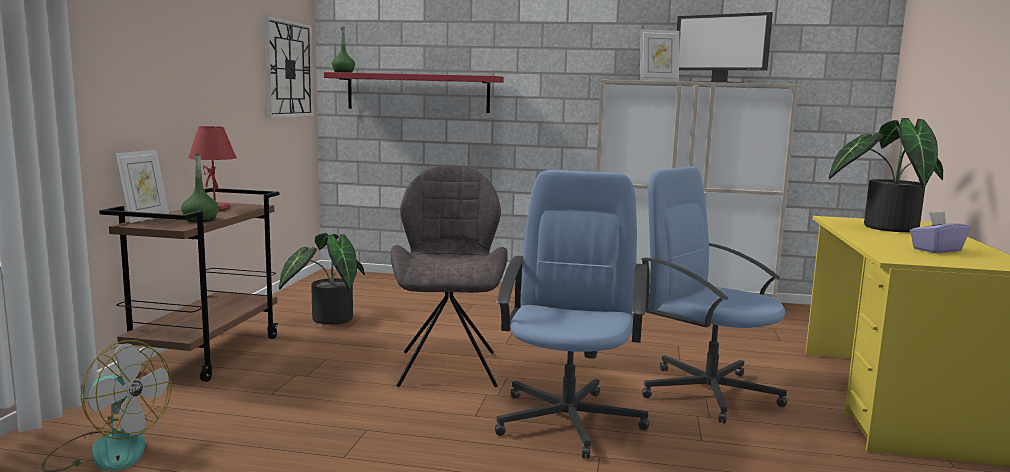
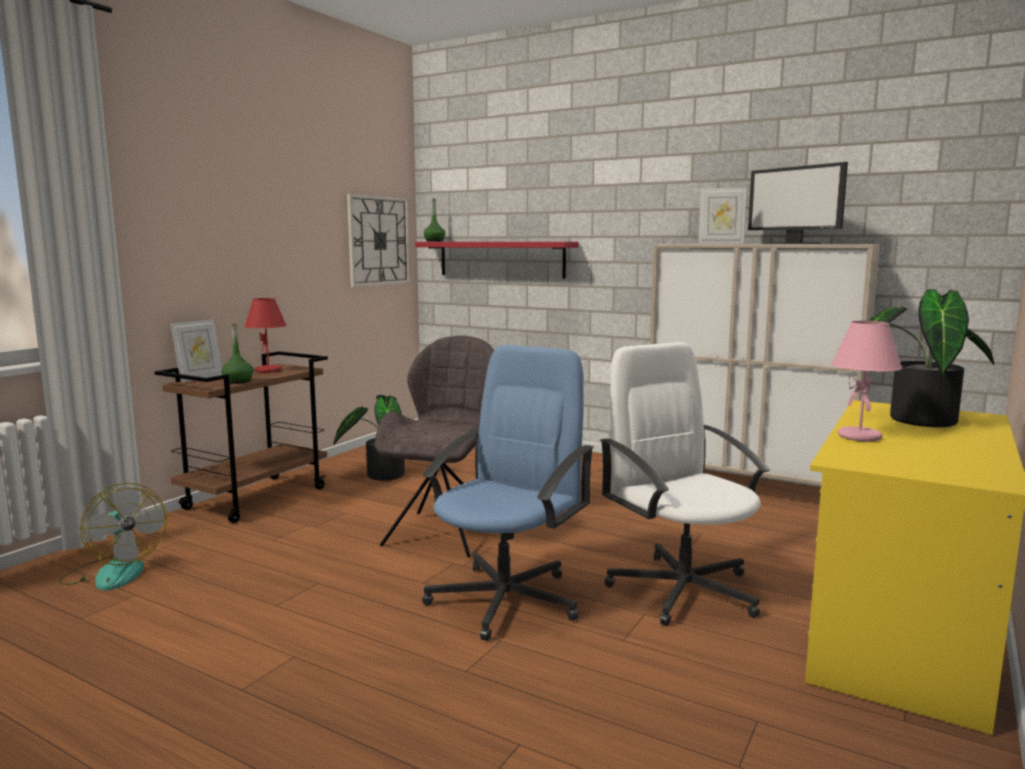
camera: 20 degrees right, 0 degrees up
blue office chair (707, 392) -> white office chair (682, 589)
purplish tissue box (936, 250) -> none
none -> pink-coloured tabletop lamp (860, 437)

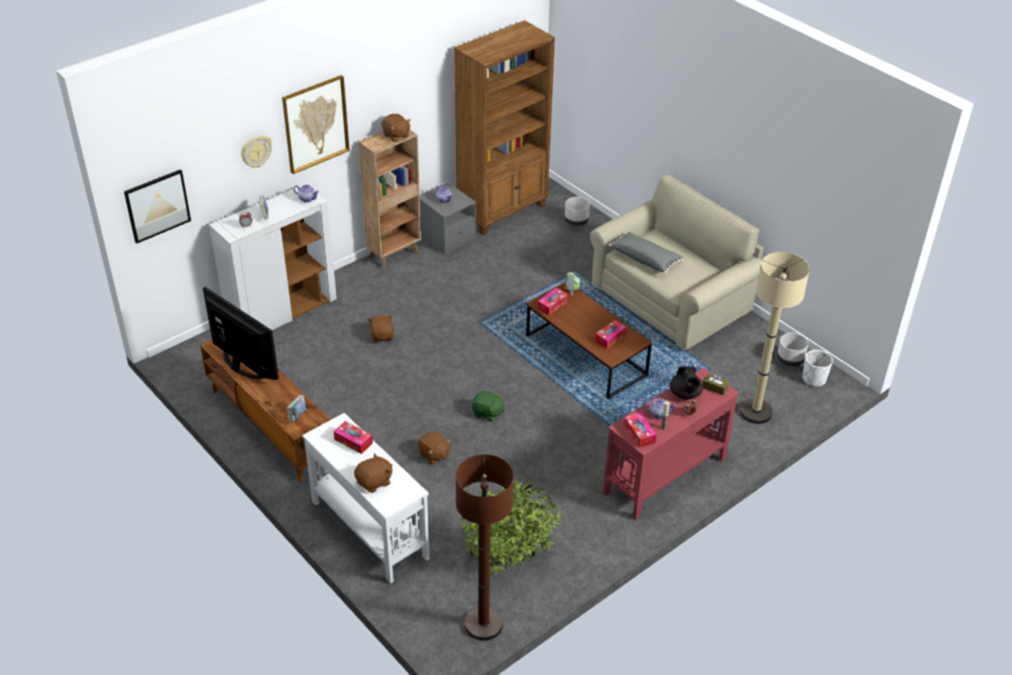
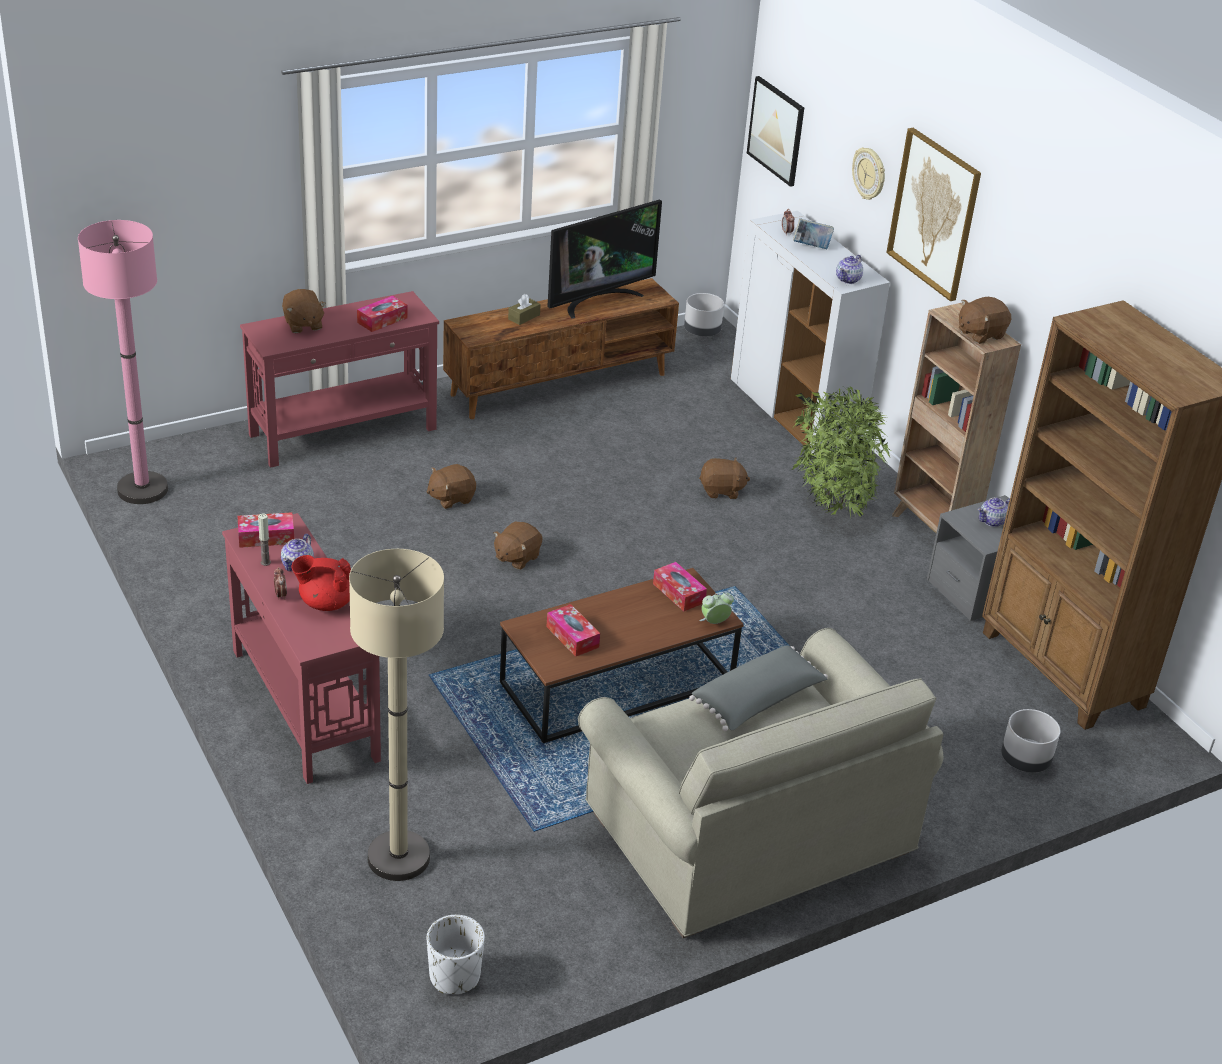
camera: 100 degrees right, 5 degrees down
volume (297, 416) -> none
white console table (369, 529) -> reddish console table (344, 432)
brownish standing lamp (483, 624) -> pink-coloured standing lamp (142, 489)
potted plant (508, 560) -> potted plant (832, 505), move
green soft toy (487, 413) -> brownish soft toy (516, 557)
black tea pot (685, 394) -> reddish tea pot (325, 603)
brownish tissue box (714, 388) -> brownish tissue box (524, 317), move
gray plant pot (790, 360) -> gray plant pot (702, 332), move

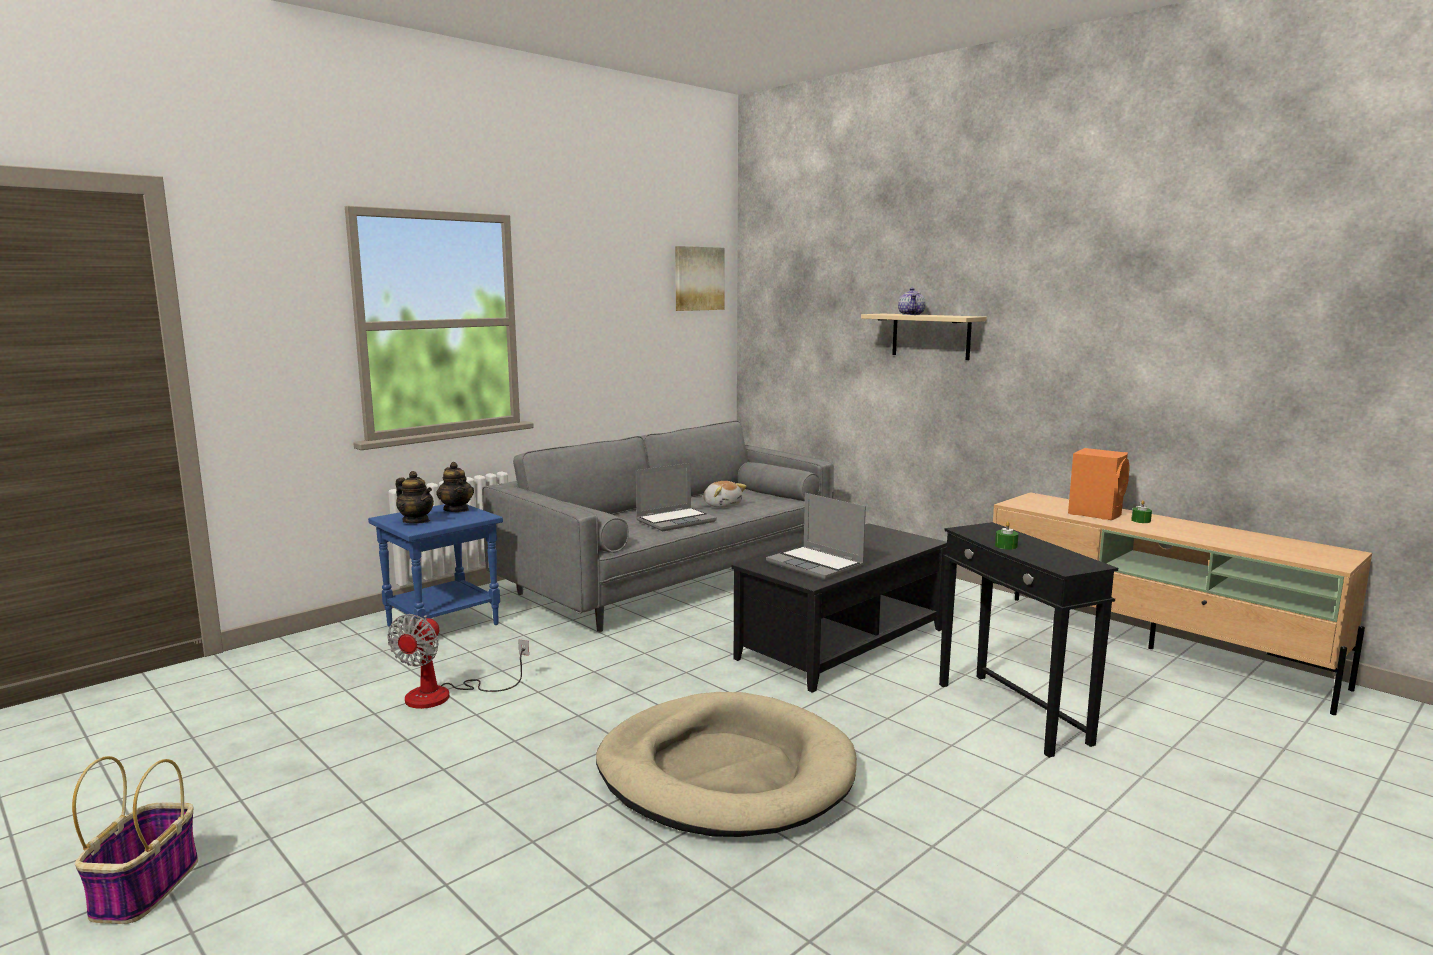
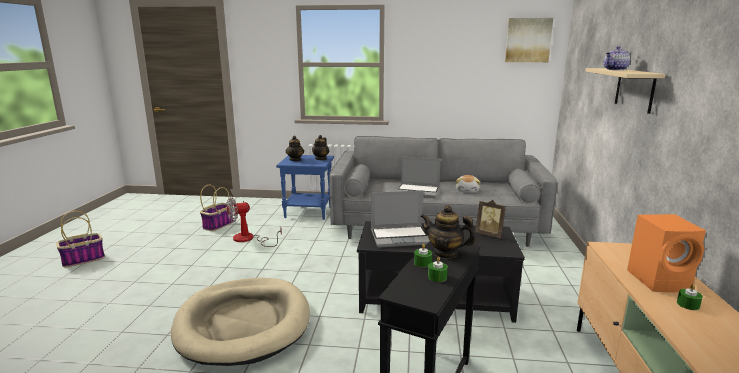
camera: 50 degrees right, 5 degrees up
notebook computer (816, 565) -> notebook computer (400, 237), 105 degrees counterclockwise
none -> household basket (218, 225)
none -> tea pot (445, 253)
none -> green wax light (437, 277)
none -> picture frame (490, 234)

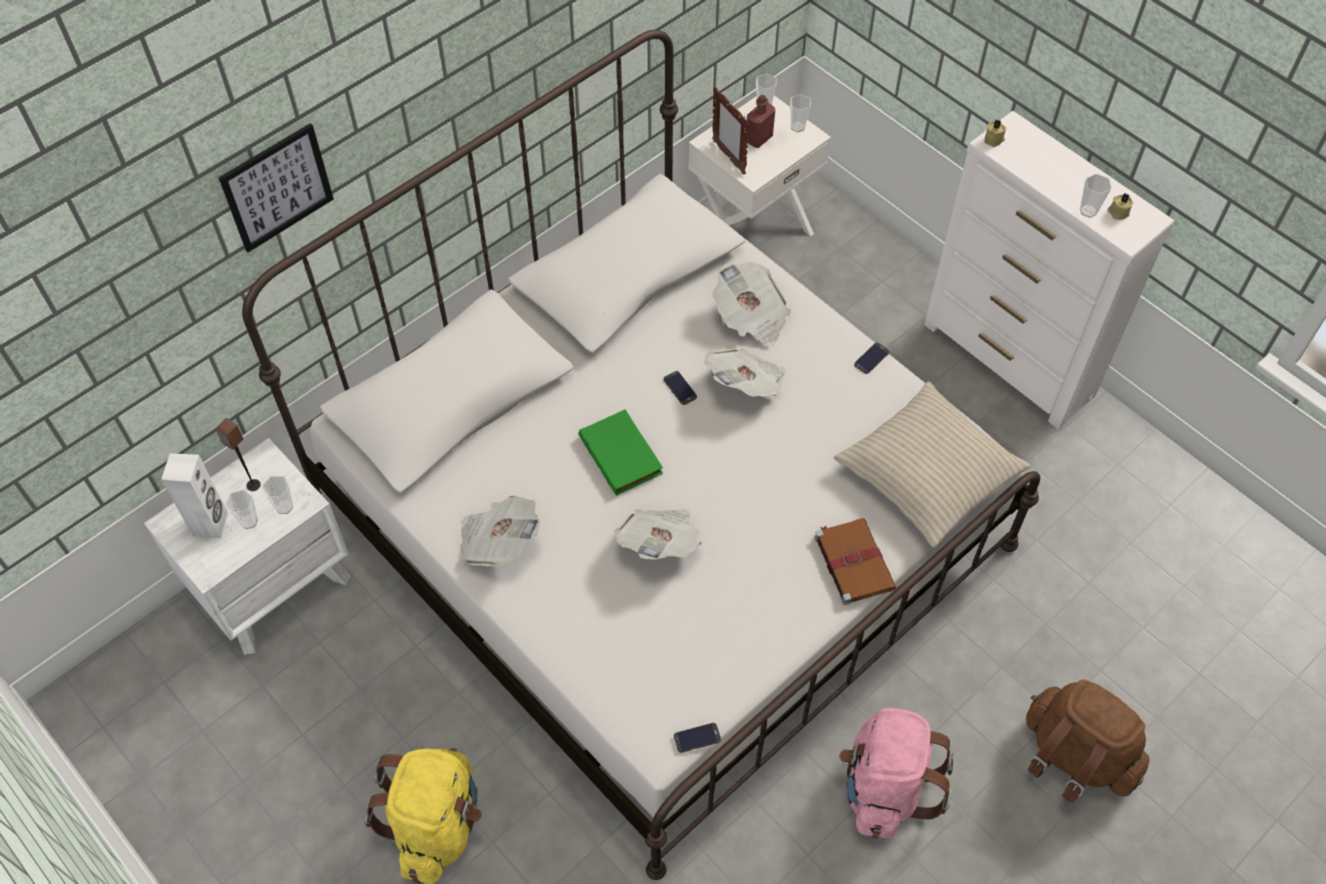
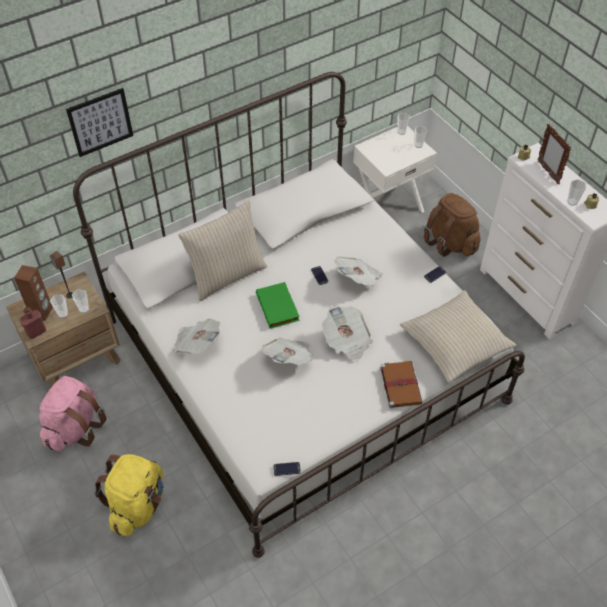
camera: 10 degrees right, 5 degrees down
white night table (273, 584) -> brownish night table (77, 358)
white audio speaker (211, 524) -> brownish audio speaker (42, 312)
picture frame (728, 157) -> picture frame (547, 172), move
daily paper (751, 317) -> daily paper (347, 341), move
reddish drink bottle (759, 139) -> reddish drink bottle (36, 332), move
pink-coloured rucksack (885, 787) -> pink-coloured rucksack (75, 427), move
brownish rucksack (1074, 756) -> brownish rucksack (450, 242), move
none -> beige throw pillow (226, 275)

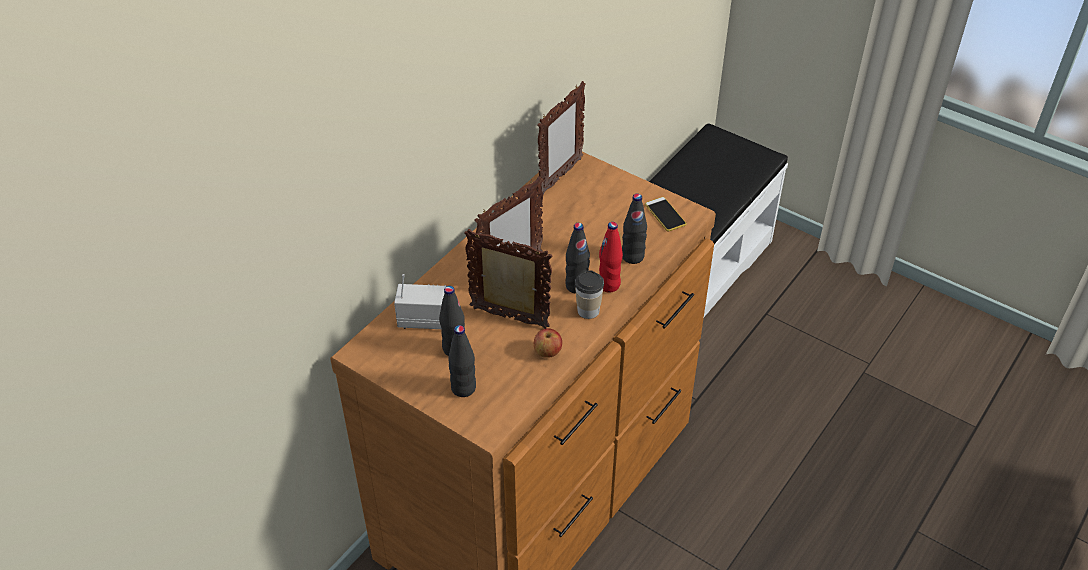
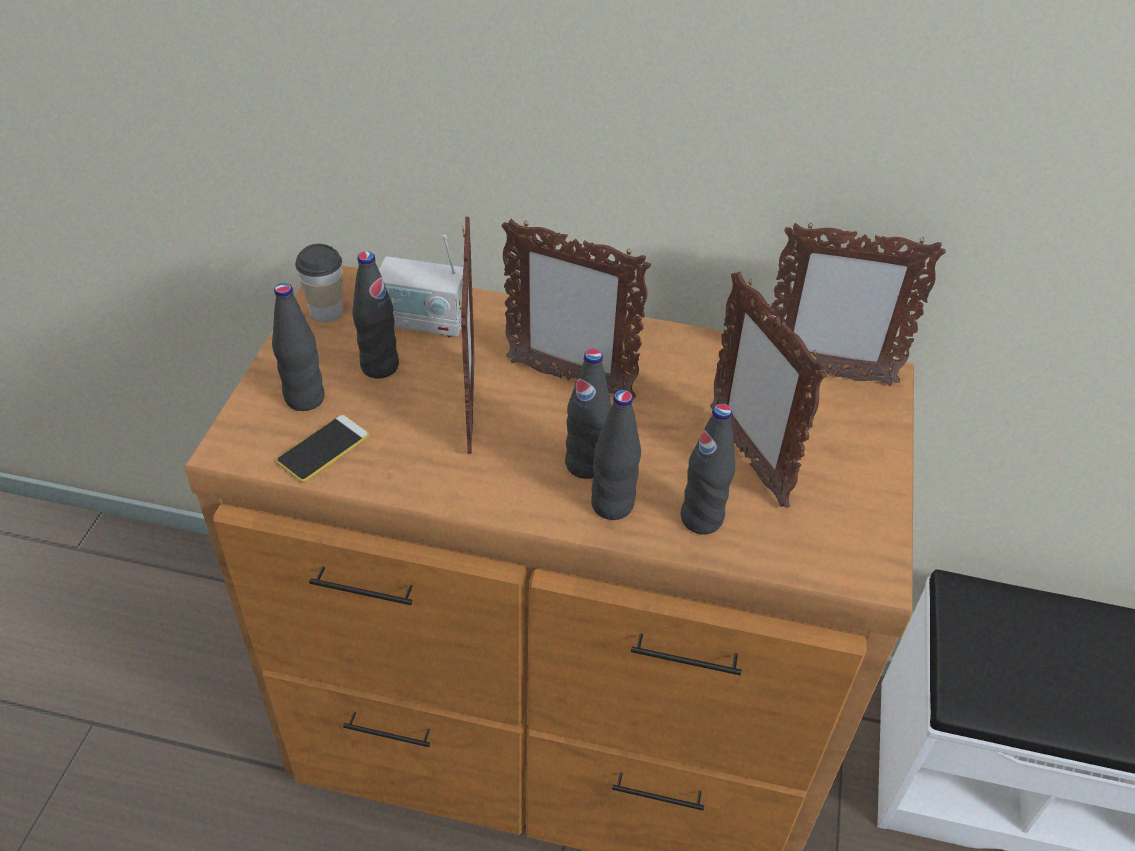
camera: 65 degrees right, 0 degrees up
radio (425, 320) -> radio (423, 322), 120 degrees clockwise
apple (547, 352) -> none
drinking cup (588, 311) -> drinking cup (326, 311), move
reddish drink bottle (609, 285) -> black drink bottle (612, 505)
phone (665, 214) -> phone (323, 449), move
none -> picture frame (747, 458)

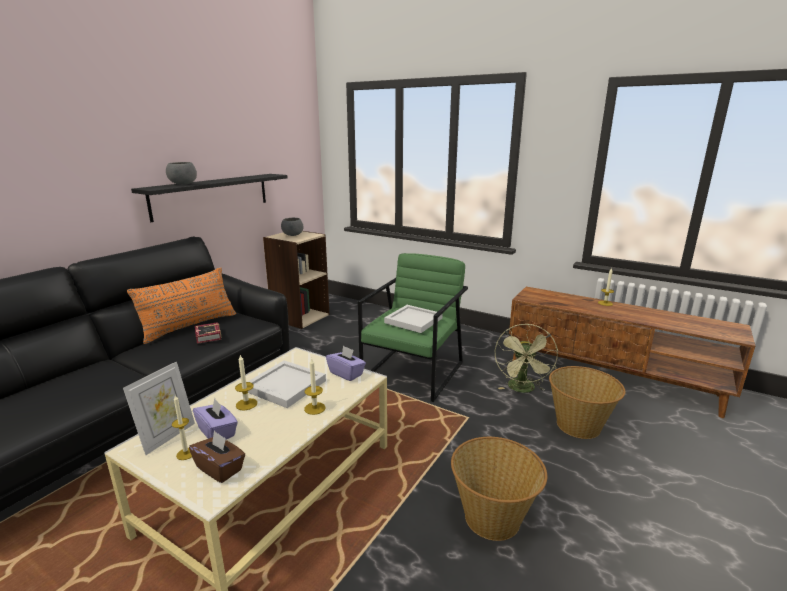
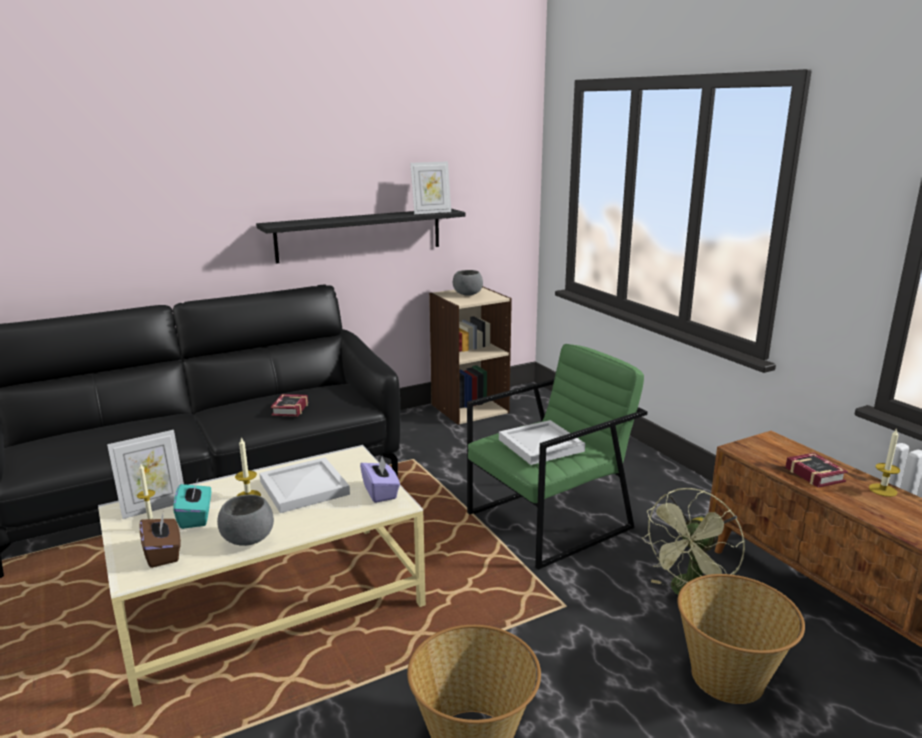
camera: 30 degrees right, 0 degrees up
orange throw pillow (190, 326) -> none
gray bowl (183, 184) -> gray bowl (248, 539), move
purplish tissue box (217, 432) -> turquoise-coloured tissue box (196, 517)
wax light (314, 408) -> none
none -> picture frame (431, 212)
none -> volume (814, 473)

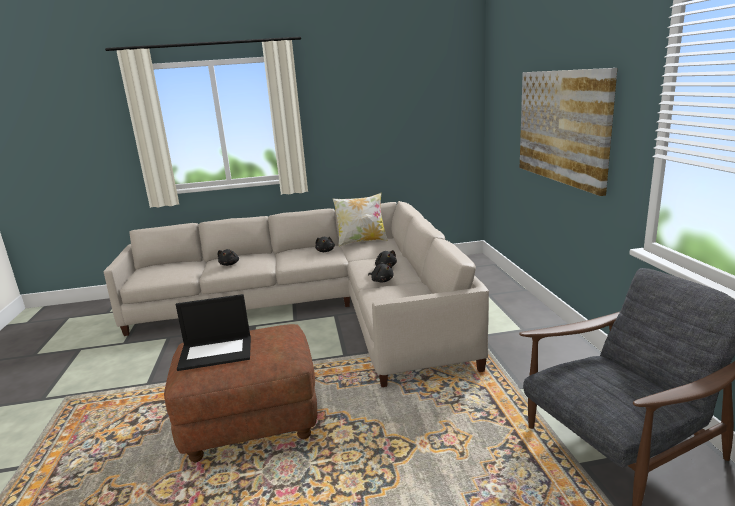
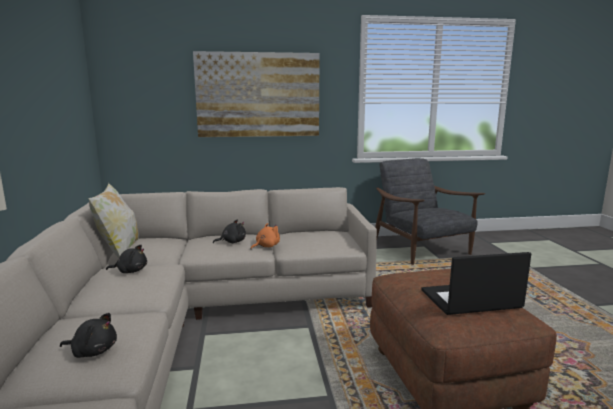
camera: 90 degrees left, 5 degrees down
notebook computer (217, 352) -> notebook computer (470, 300), 90 degrees counterclockwise
black soft toy (381, 280) -> orange soft toy (266, 246)

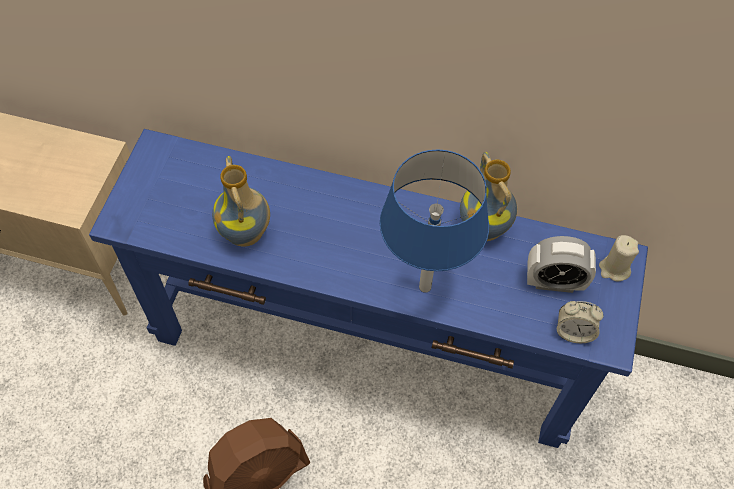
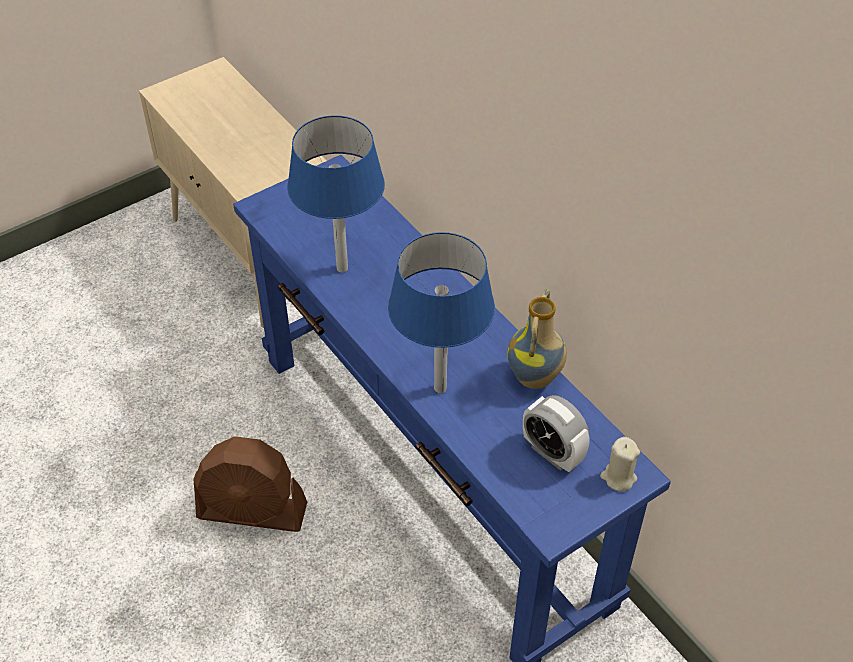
camera: 40 degrees right, 10 degrees down
decorative vase (247, 234) -> blue tabletop lamp (342, 268)
alarm clock (573, 331) -> none

